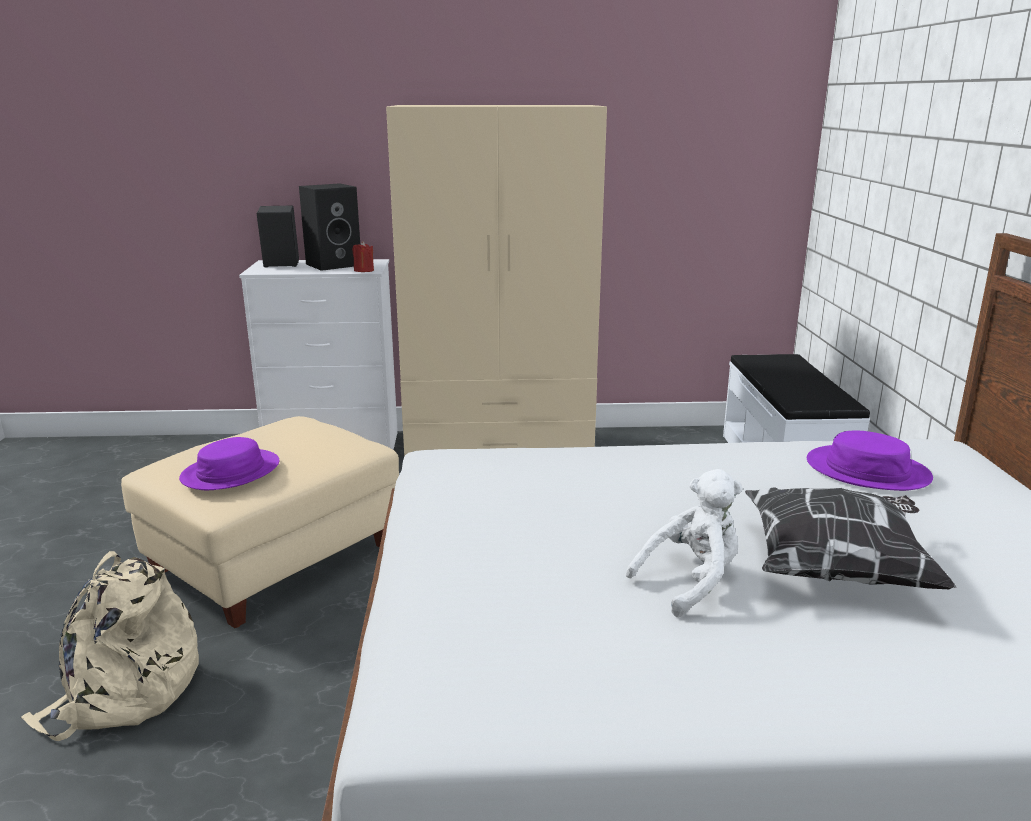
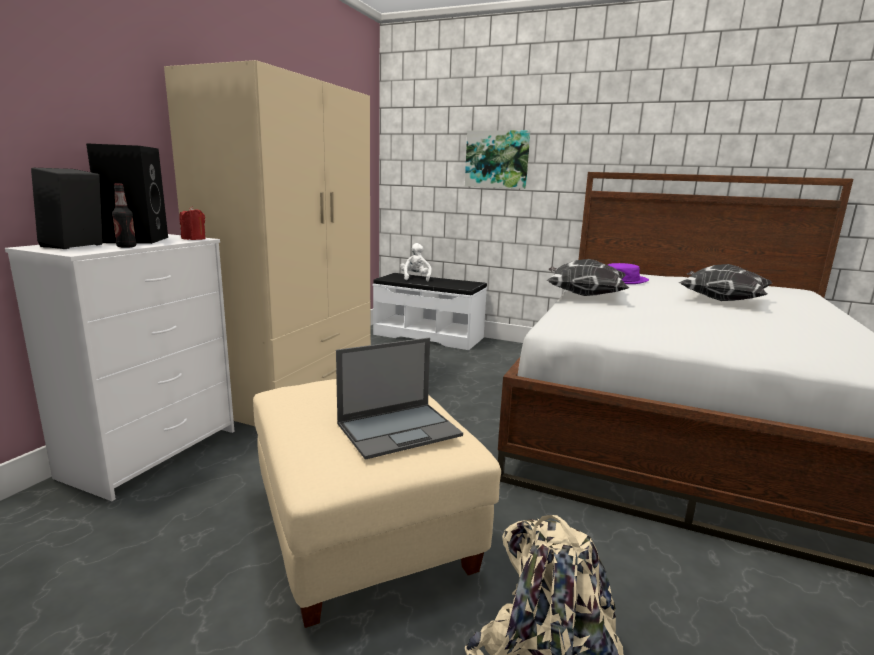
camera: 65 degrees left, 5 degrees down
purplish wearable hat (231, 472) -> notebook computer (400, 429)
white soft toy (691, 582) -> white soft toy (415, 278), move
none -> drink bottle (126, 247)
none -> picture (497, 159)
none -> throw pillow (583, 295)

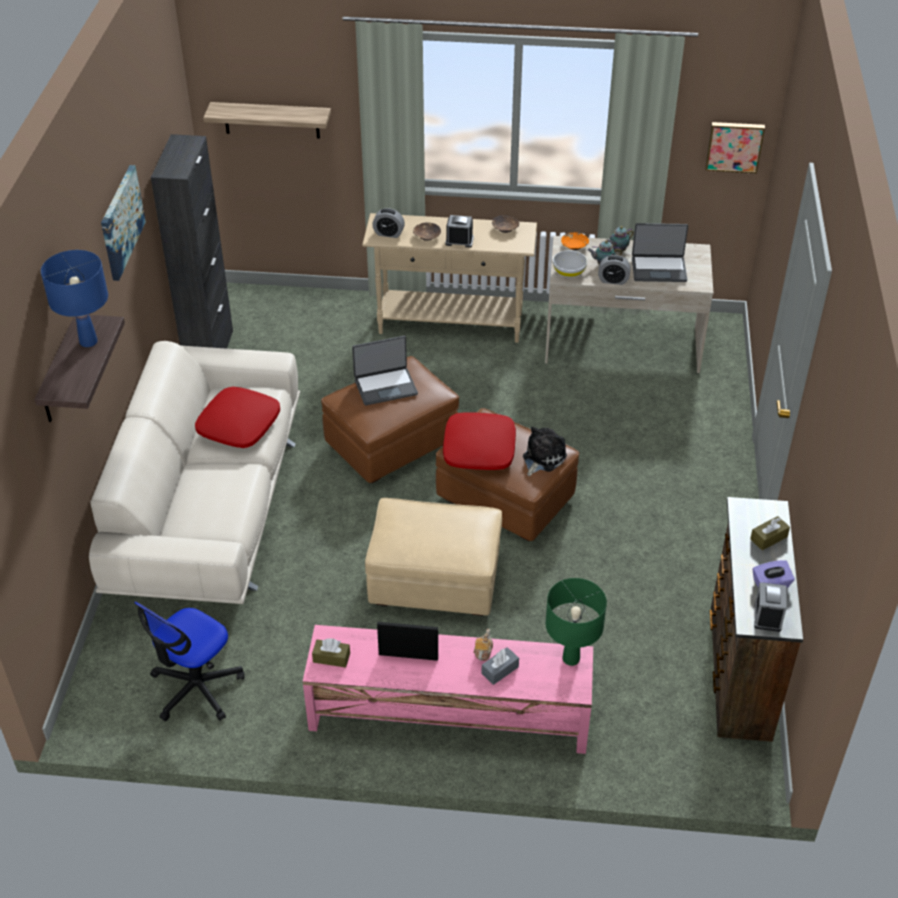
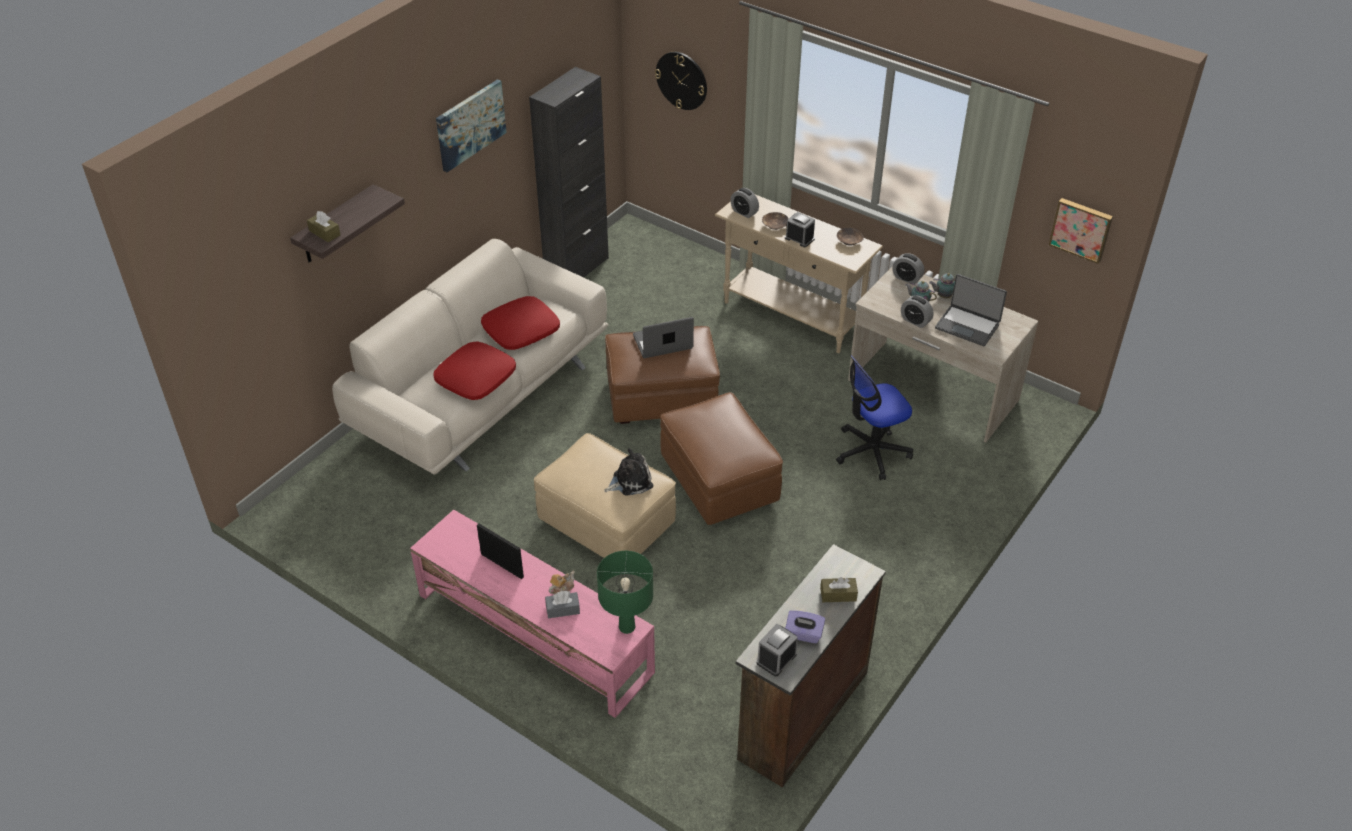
camera: 30 degrees right, 0 degrees up
blue tabletop lamp (88, 342) -> none
office chair (196, 688) -> office chair (871, 451), move
wall shelf (271, 120) -> hanging clock (681, 80)
brownish tissue box (331, 658) -> brownish tissue box (324, 233), move
notebook computer (385, 386) -> notebook computer (663, 343), 150 degrees clockwise
reddish throw pillow (478, 449) -> reddish throw pillow (475, 378), move
soft toy (542, 458) -> soft toy (630, 481), move
white bowl (569, 272) -> none
orange bowl (575, 245) -> alarm clock (907, 278)

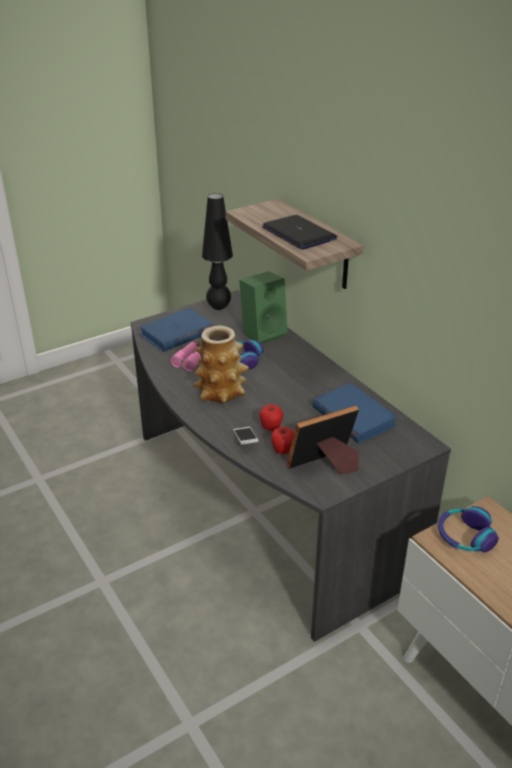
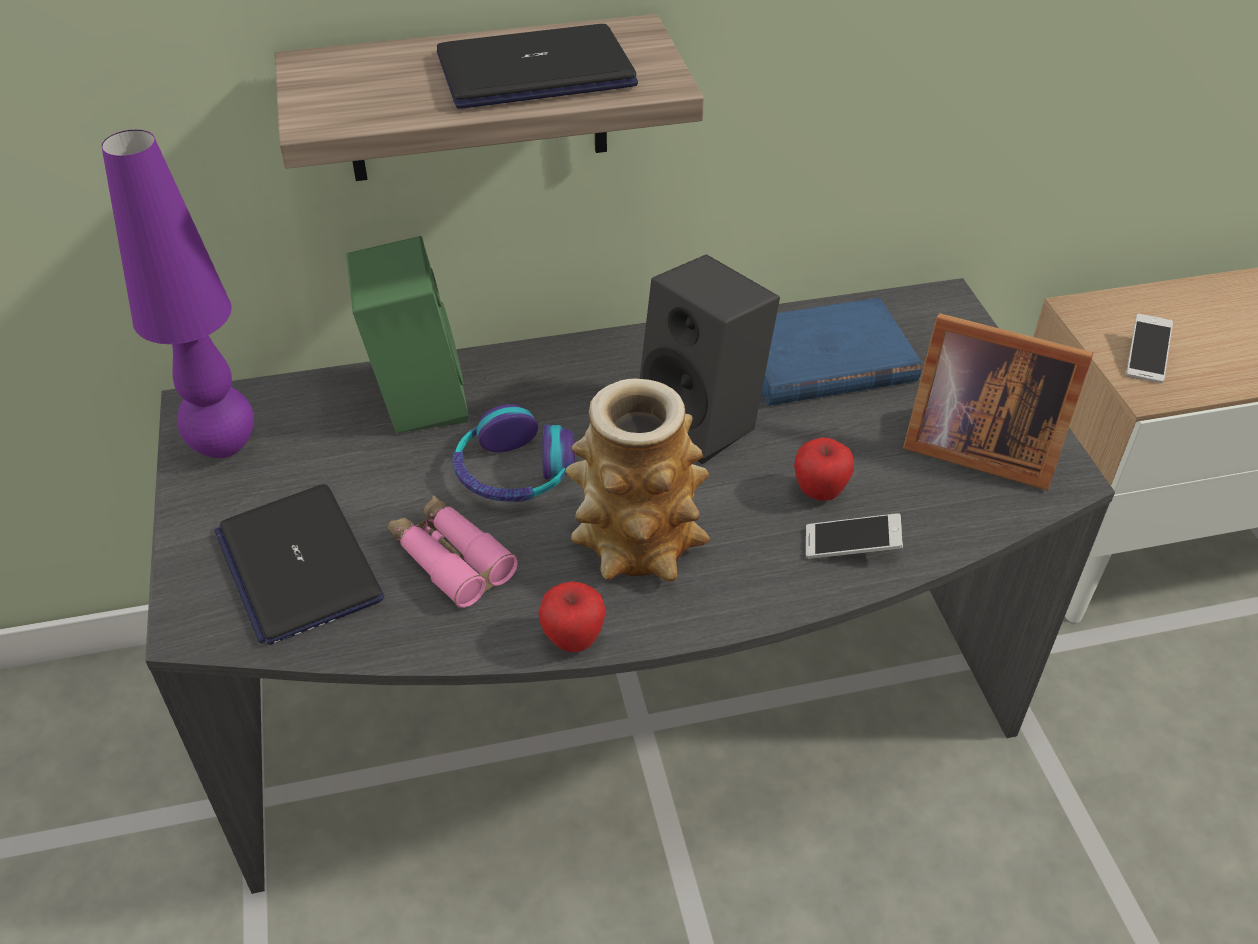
camera: 70 degrees left, 10 degrees up
blue volume (176, 333) -> notebook computer (298, 565)
black tabletop lamp (218, 307) -> purplish tabletop lamp (223, 447)
apple (283, 451) -> apple (573, 640), move
picture frame (326, 465) -> picture frame (975, 446), 60 degrees counterclockwise
headset (465, 536) -> phone (1145, 357)
none -> black audio speaker (705, 421)

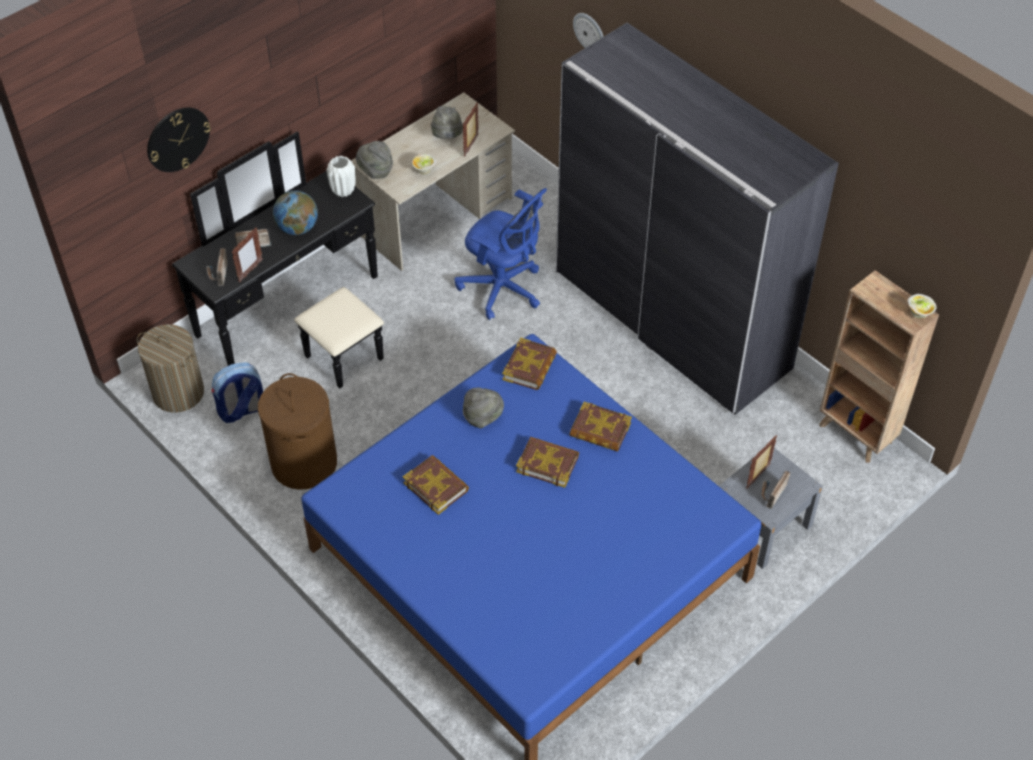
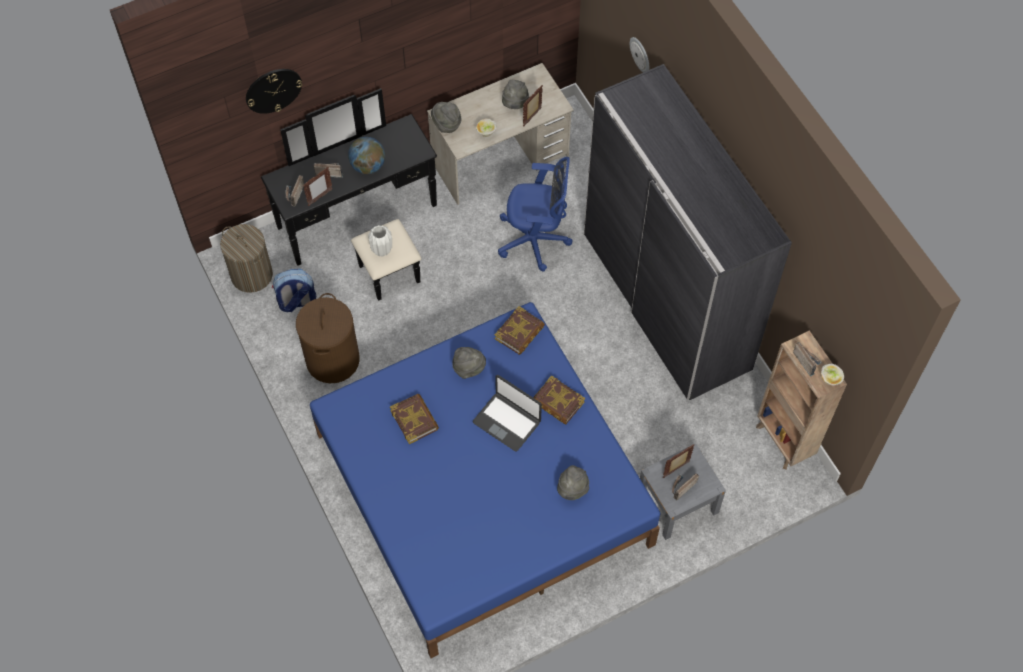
camera: 15 degrees right, 10 degrees up
white decorative vase (343, 191) -> white decorative vase (382, 250), move
blue office chair (503, 289) -> blue office chair (536, 240), 45 degrees counterclockwise
volume (547, 464) -> notebook computer (507, 421)
none -> gray wearable hat (572, 489)
none -> radio (806, 360)

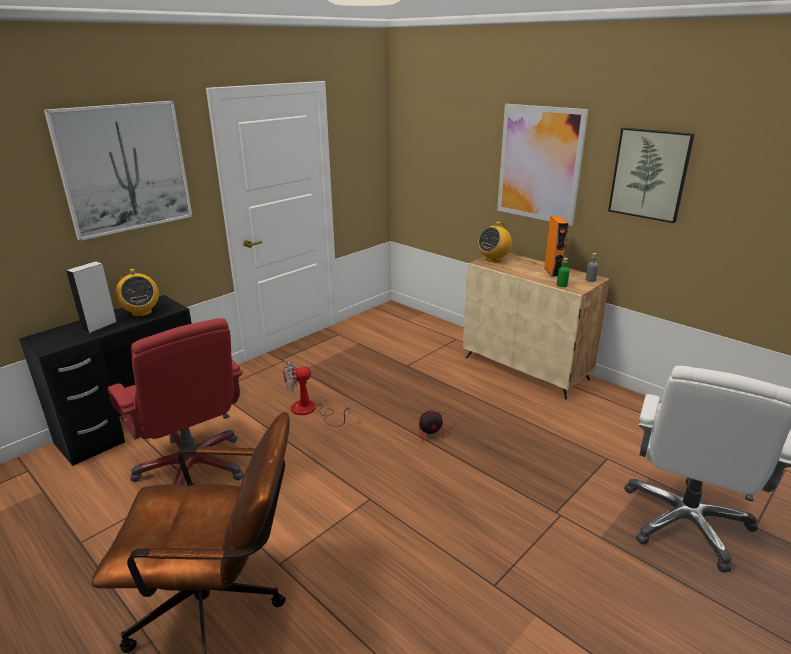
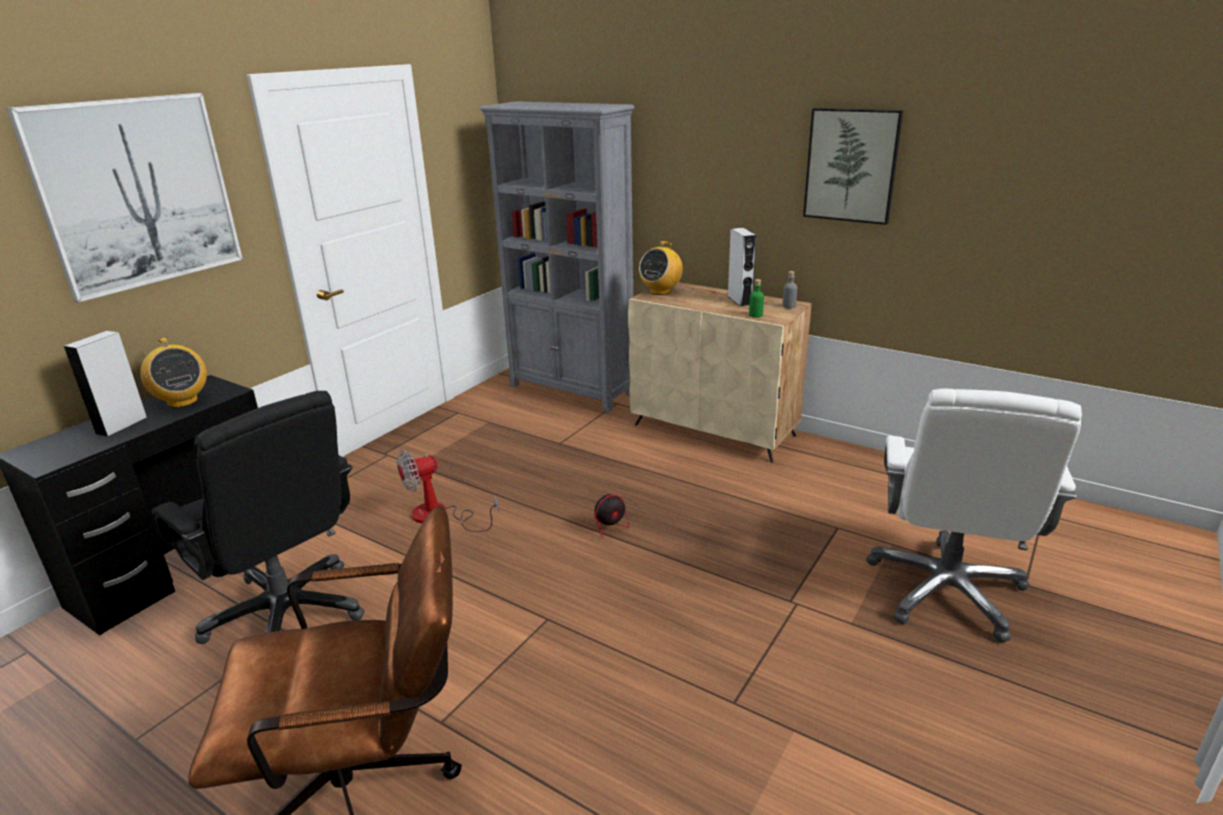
camera: 10 degrees left, 0 degrees up
reddish office chair (193, 468) -> black office chair (287, 614)
picture (539, 164) -> none
orange audio speaker (552, 272) -> gray audio speaker (739, 300)
none -> gray shelving unit (572, 390)

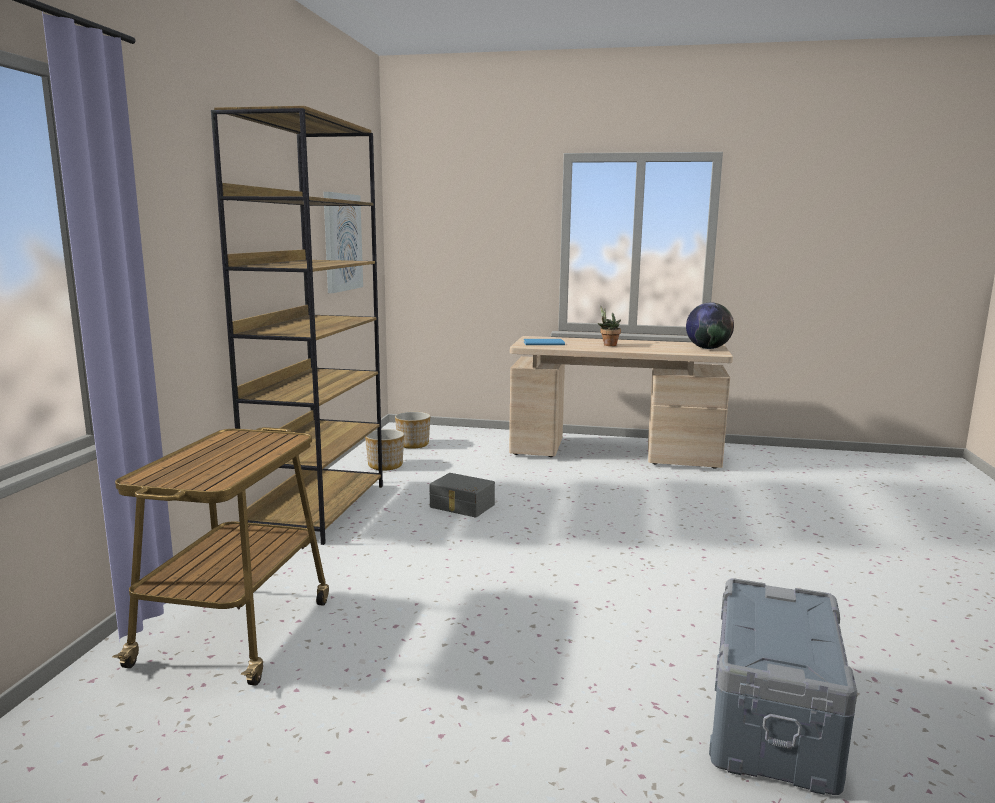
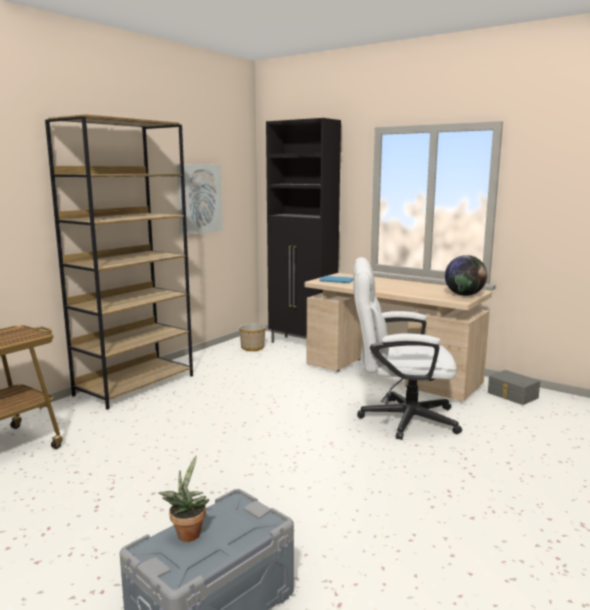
camera: 25 degrees right, 0 degrees up
plant pot (385, 465) -> none
gray storage container (461, 506) -> gray storage container (512, 395), move
potted plant (608, 345) -> potted plant (188, 532), move
none -> black cupboard (302, 345)
none -> white office chair (399, 418)

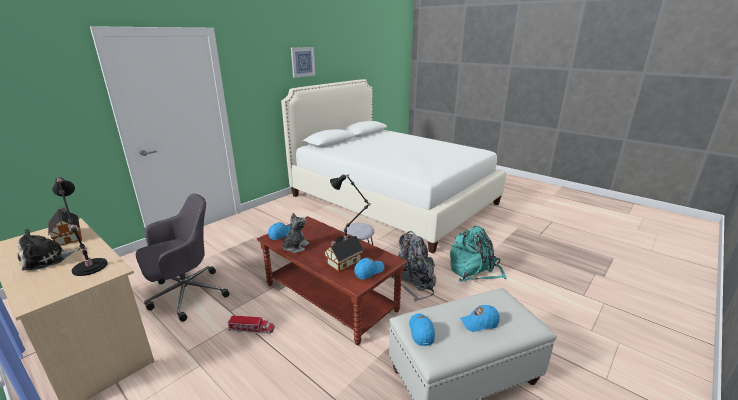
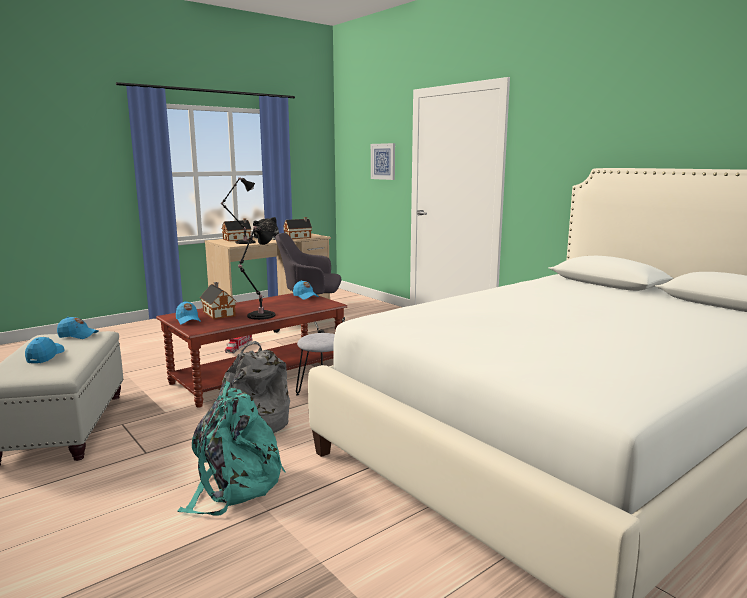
camera: 100 degrees right, 10 degrees down
gray office chair (185, 295) -> gray office chair (311, 326), 120 degrees clockwise
soft toy (295, 247) -> none
picture (302, 62) -> picture (383, 161), move
none -> toy house (238, 239)

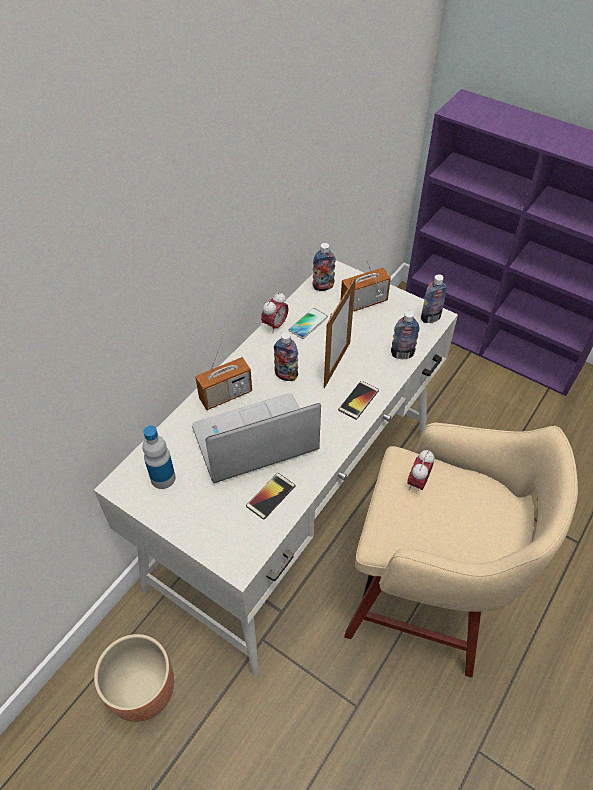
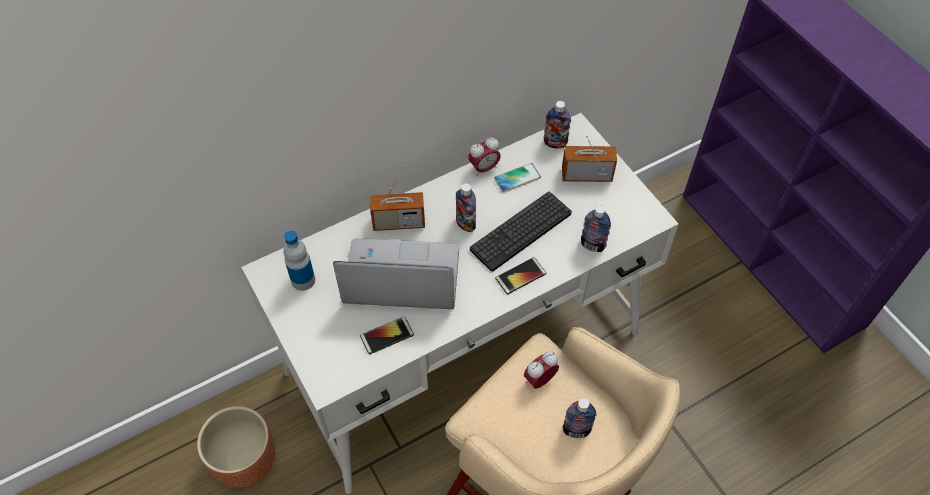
camera: 25 degrees right, 5 degrees up
picture frame (337, 364) -> PC keyboard (521, 231)
drink bottle (430, 318) -> drink bottle (576, 431), move

